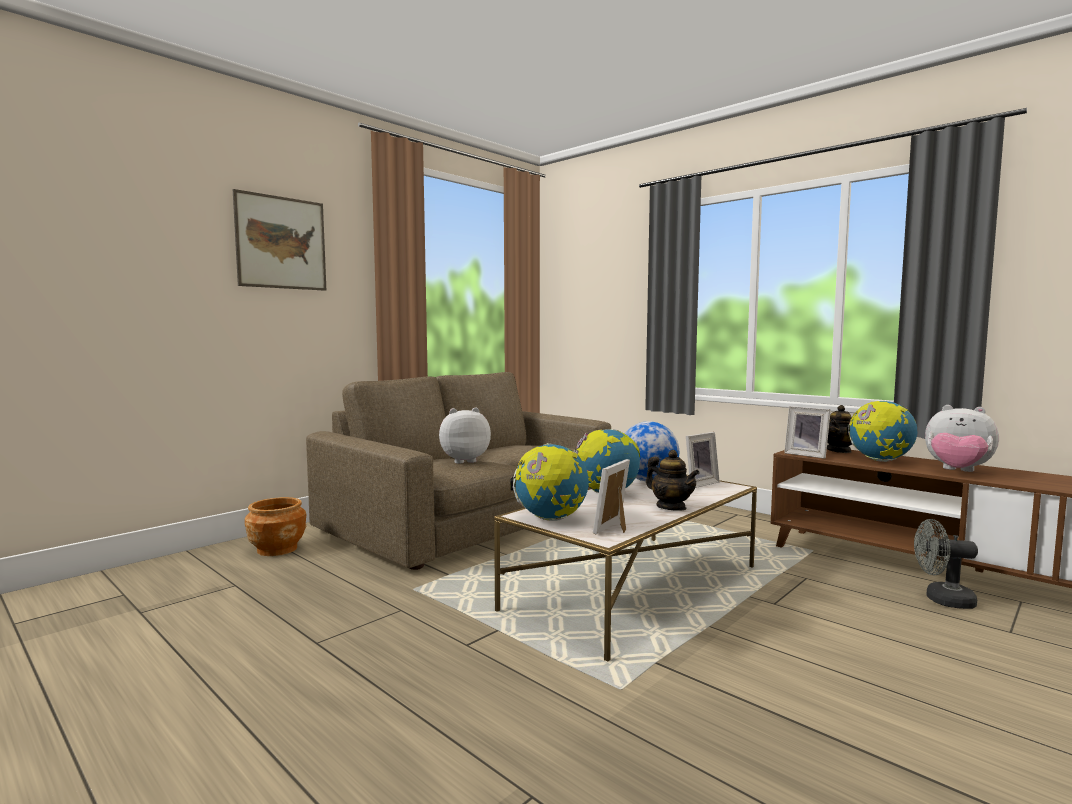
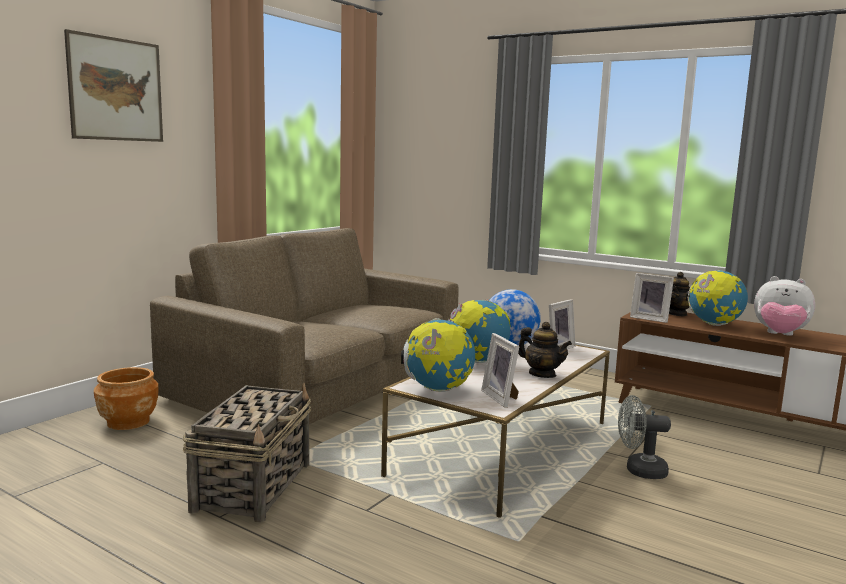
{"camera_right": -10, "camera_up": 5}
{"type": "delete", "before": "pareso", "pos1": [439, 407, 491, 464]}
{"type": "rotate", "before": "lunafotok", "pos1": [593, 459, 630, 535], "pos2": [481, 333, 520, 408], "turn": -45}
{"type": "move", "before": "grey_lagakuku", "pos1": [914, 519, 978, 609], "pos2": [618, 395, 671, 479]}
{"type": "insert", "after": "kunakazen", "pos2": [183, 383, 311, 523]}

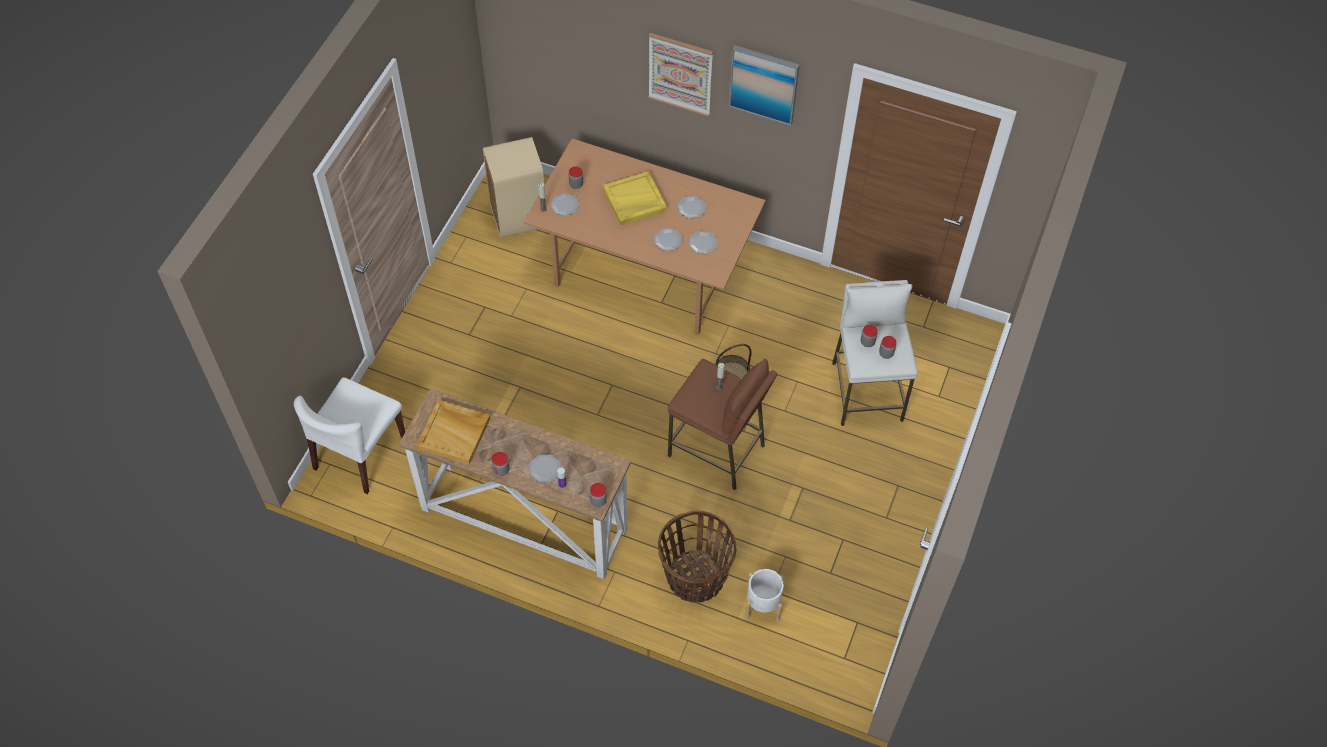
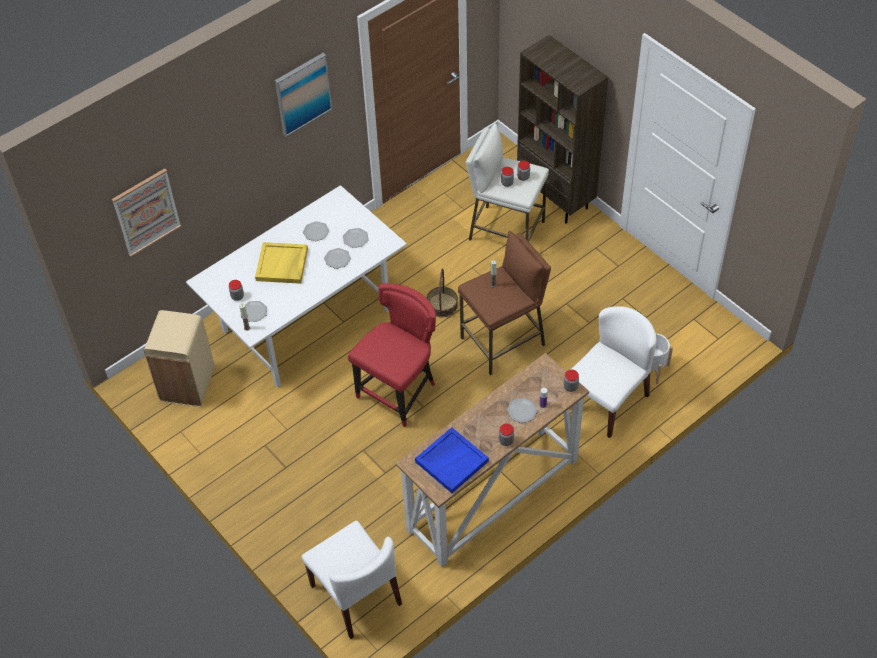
{"camera_right": -60, "camera_up": -5}
{"type": "move", "before": "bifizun", "pos1": [648, 33, 713, 117], "pos2": [112, 168, 181, 257]}
{"type": "recolor", "before": "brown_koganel", "after": "white_koganel", "pos1": [524, 139, 766, 335], "pos2": [186, 185, 407, 387]}
{"type": "recolor", "before": "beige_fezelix", "after": "blue_fezelix", "pos1": [416, 400, 490, 465], "pos2": [415, 427, 489, 493]}
{"type": "replace", "before": "kunakazen", "after": "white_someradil", "pos1": [658, 510, 736, 603], "pos2": [571, 306, 657, 438]}
{"type": "insert", "after": "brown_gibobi", "pos2": [517, 35, 608, 224]}
{"type": "insert", "after": "red_someradil", "pos2": [348, 283, 436, 427]}

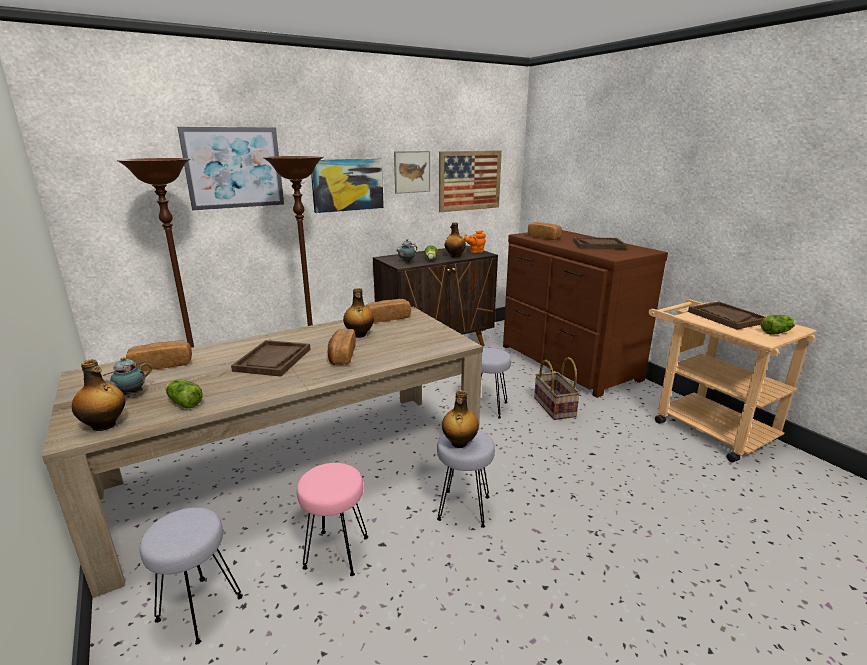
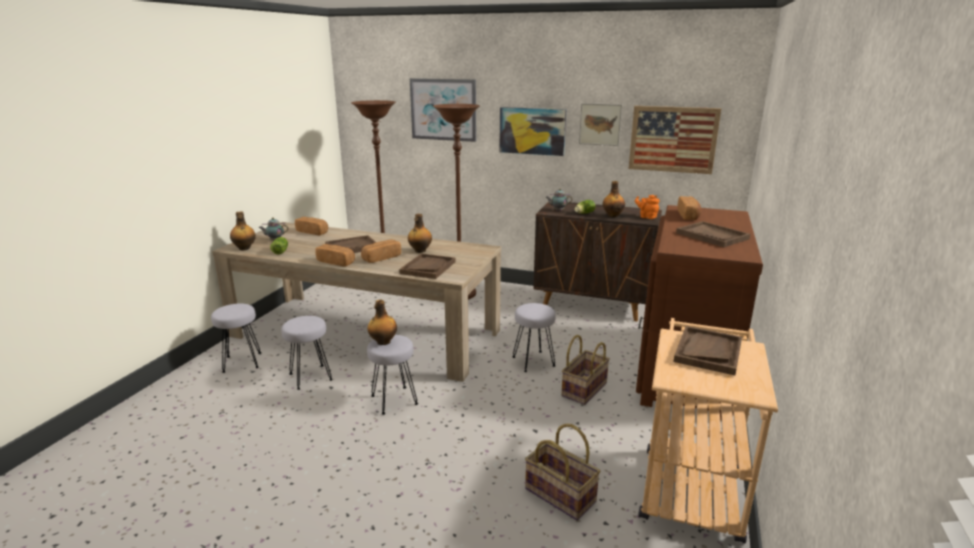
{"camera_right": 50, "camera_up": 0}
{"type": "move", "before": "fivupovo", "pos1": [366, 299, 411, 322], "pos2": [315, 244, 355, 267]}
{"type": "delete", "before": "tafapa", "pos1": [761, 315, 796, 335]}
{"type": "recolor", "before": "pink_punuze", "after": "grey_punuze", "pos1": [297, 463, 368, 576], "pos2": [281, 316, 333, 390]}
{"type": "insert", "after": "brown_fezelix", "pos2": [399, 253, 456, 279]}
{"type": "insert", "after": "kunakazen", "pos2": [525, 424, 600, 520]}

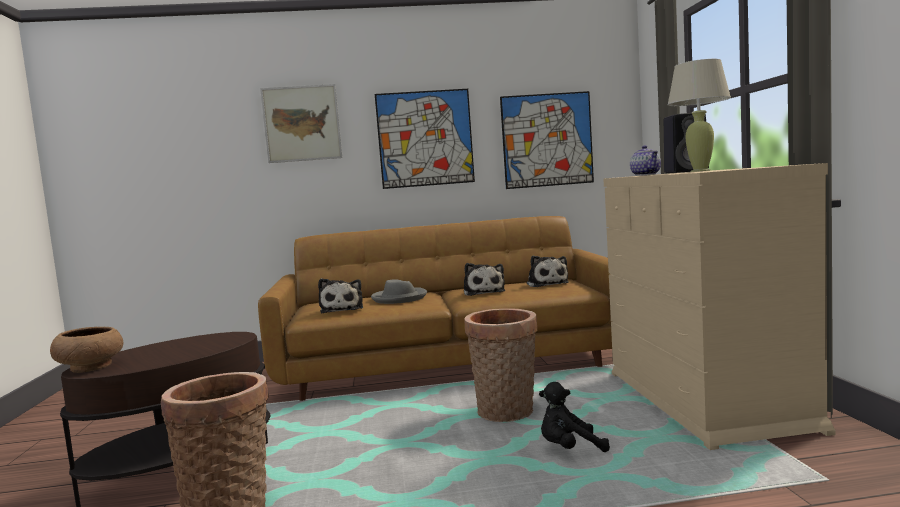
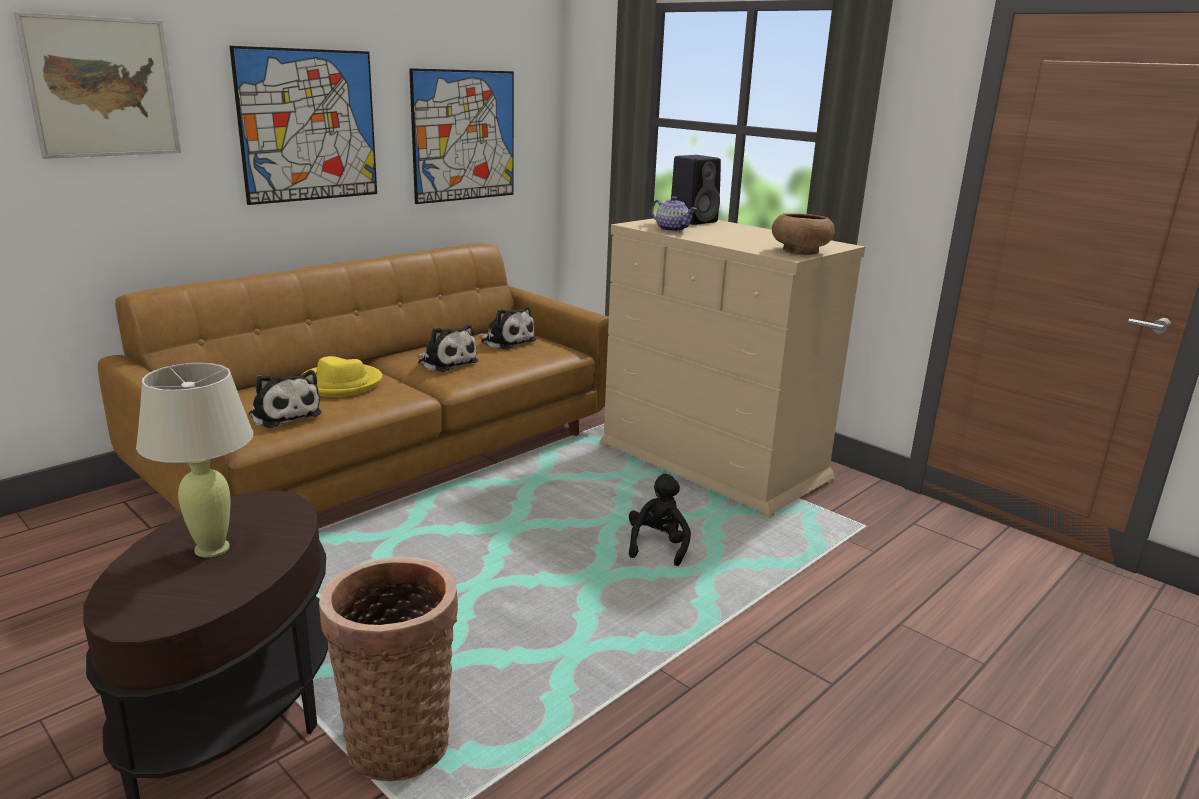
{"camera_right": -40, "camera_up": 15}
{"type": "move", "before": "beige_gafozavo", "pos1": [668, 59, 731, 172], "pos2": [136, 363, 253, 557]}
{"type": "recolor", "before": "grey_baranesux", "after": "yellow_baranesux", "pos1": [371, 279, 427, 304], "pos2": [301, 356, 382, 397]}
{"type": "delete", "before": "kunakazen", "pos1": [464, 308, 537, 422]}
{"type": "move", "before": "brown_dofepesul", "pos1": [50, 327, 123, 373], "pos2": [772, 213, 835, 255]}
{"type": "rotate", "before": "black_pareso", "pos1": [539, 382, 610, 452], "pos2": [629, 474, 691, 566], "turn": 150}

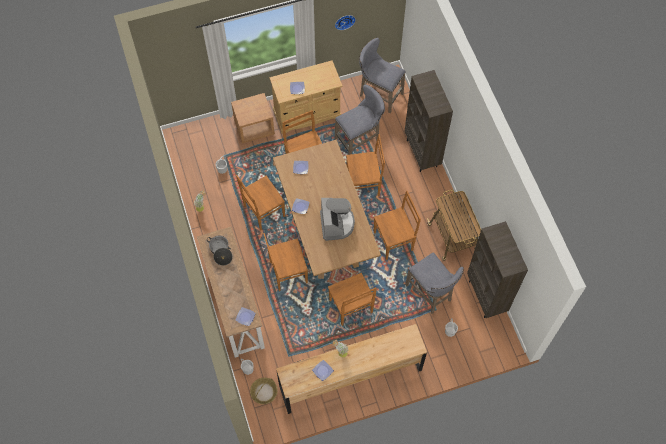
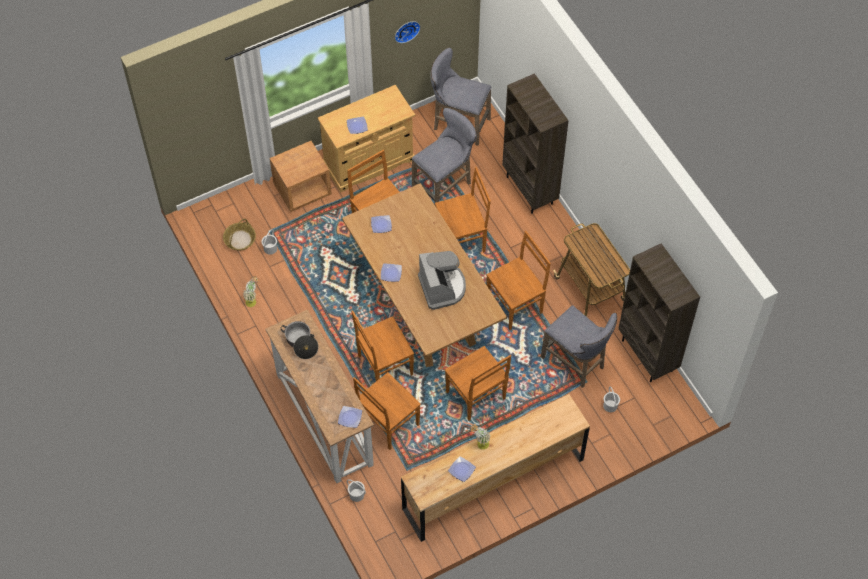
{"camera_right": -10, "camera_up": -5}
{"type": "move", "before": "brown_someradil", "pos1": [236, 175, 285, 230], "pos2": [353, 372, 421, 450]}
{"type": "move", "before": "kunakazen", "pos1": [250, 378, 278, 404], "pos2": [223, 219, 256, 251]}

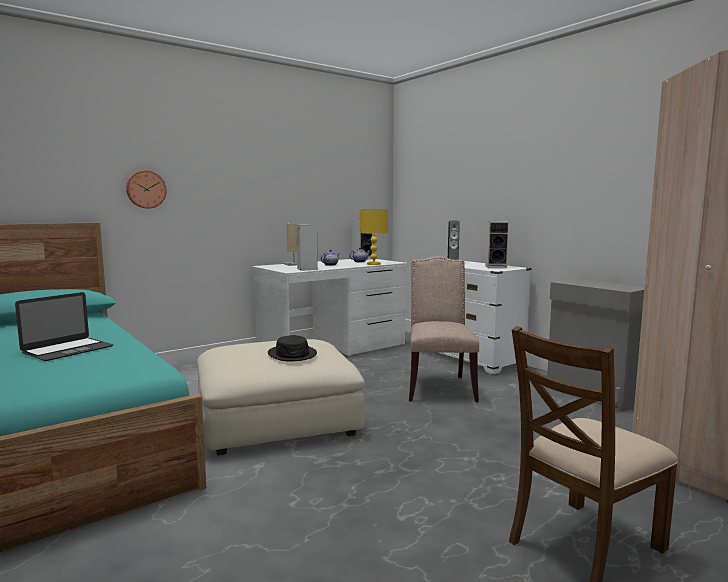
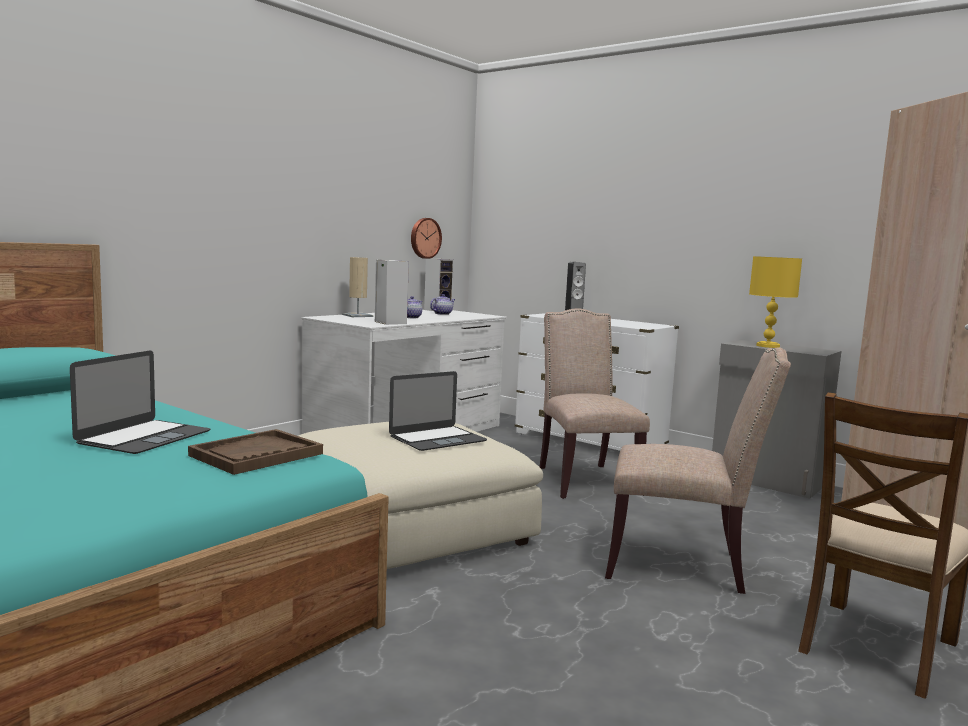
{"camera_right": -15, "camera_up": 0}
{"type": "move", "before": "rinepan", "pos1": [126, 170, 167, 208], "pos2": [411, 218, 442, 259]}
{"type": "move", "before": "yellow_gafozavo", "pos1": [360, 209, 388, 265], "pos2": [749, 256, 802, 348]}
{"type": "delete", "before": "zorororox", "pos1": [485, 221, 509, 268]}
{"type": "replace", "before": "black_baranesux", "after": "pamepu", "pos1": [268, 335, 317, 362], "pos2": [389, 371, 487, 451]}
{"type": "insert", "after": "beige_someradil", "pos2": [605, 347, 791, 594]}
{"type": "insert", "after": "brown_fezelix", "pos2": [188, 429, 323, 475]}

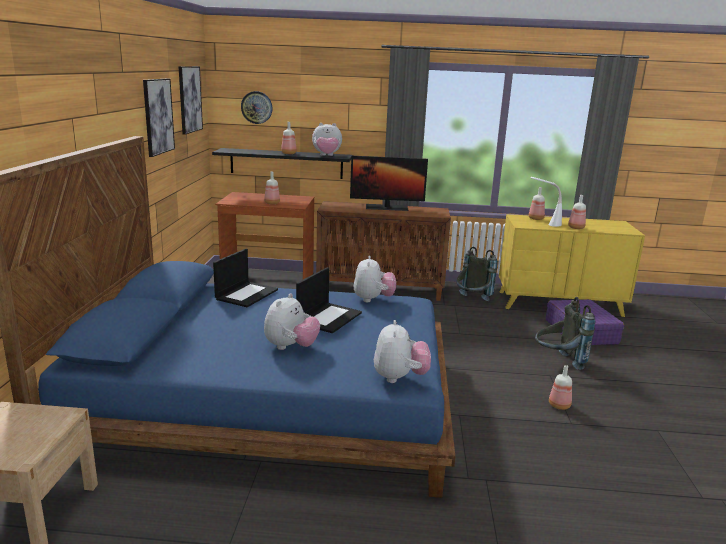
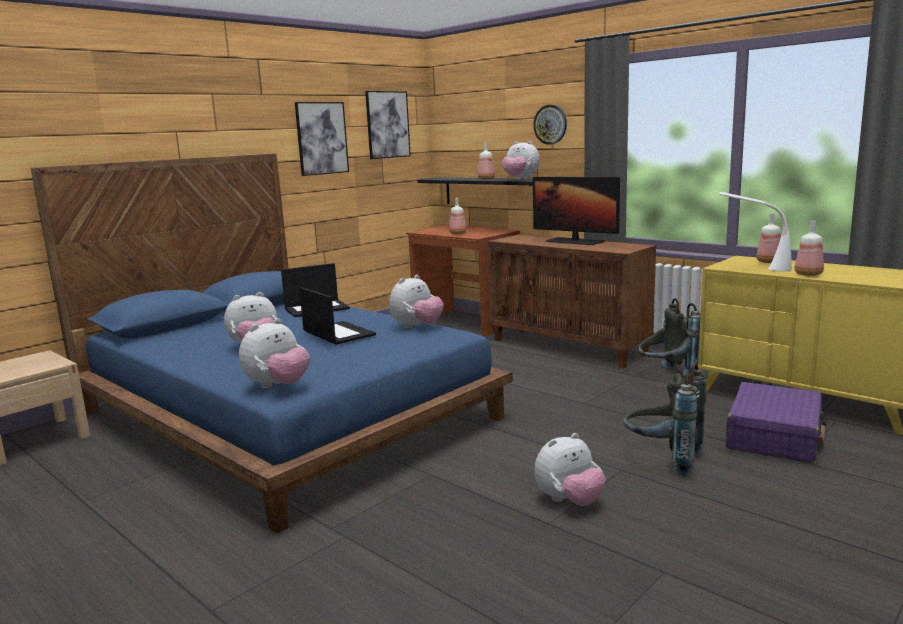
{"camera_right": 40, "camera_up": -5}
{"type": "move", "before": "rinepan", "pos1": [241, 91, 273, 124], "pos2": [533, 105, 567, 145]}
{"type": "rotate", "before": "pamepu", "pos1": [296, 267, 362, 333], "pos2": [299, 287, 376, 345], "turn": -105}
{"type": "replace", "before": "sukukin", "after": "pareso", "pos1": [549, 365, 572, 410], "pos2": [534, 433, 606, 506]}

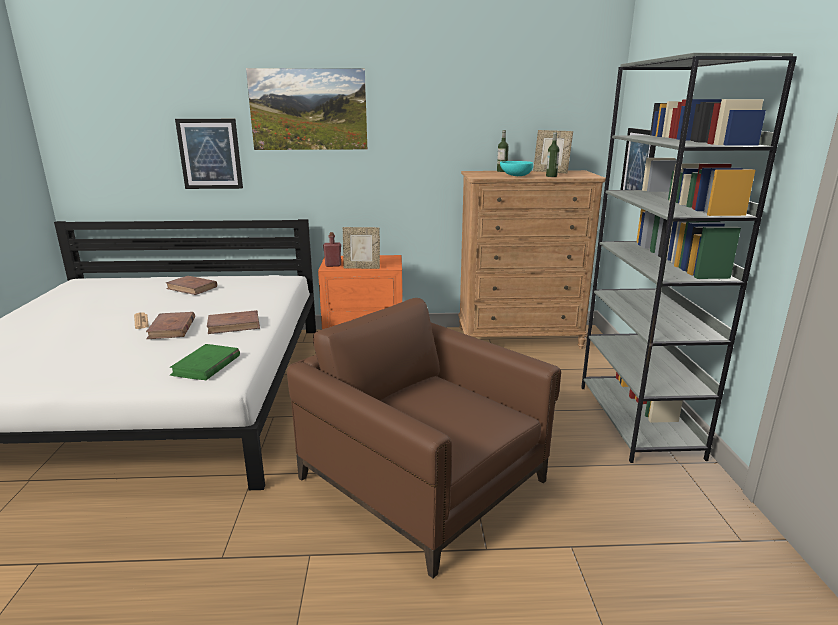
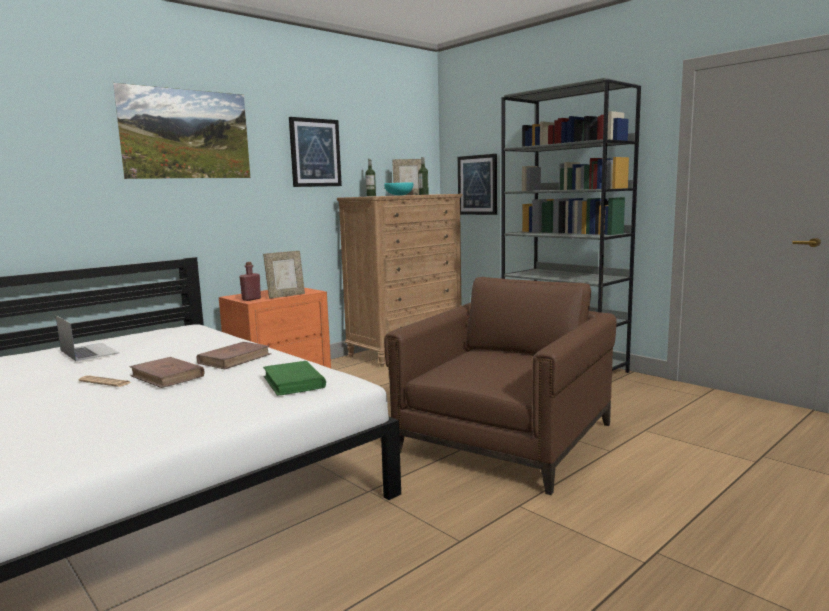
{"camera_right": -40, "camera_up": -10}
{"type": "move", "before": "bifizun", "pos1": [175, 119, 243, 189], "pos2": [289, 117, 342, 187]}
{"type": "replace", "before": "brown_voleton", "after": "pamepu", "pos1": [166, 276, 217, 295], "pos2": [56, 315, 119, 361]}
{"type": "rotate", "before": "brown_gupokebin", "pos1": [287, 298, 561, 578], "pos2": [384, 277, 616, 495], "turn": 120}

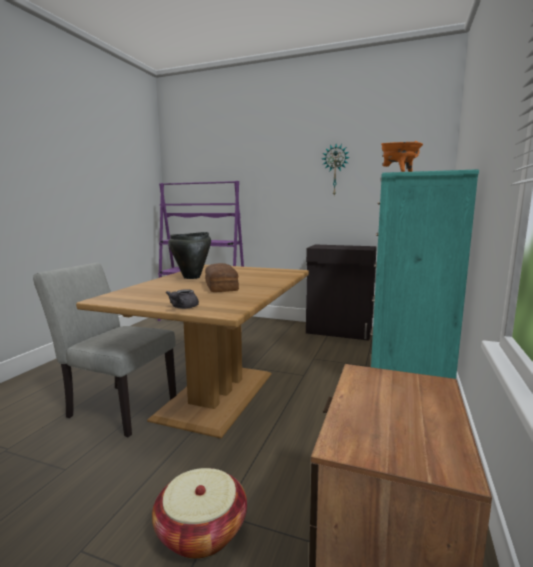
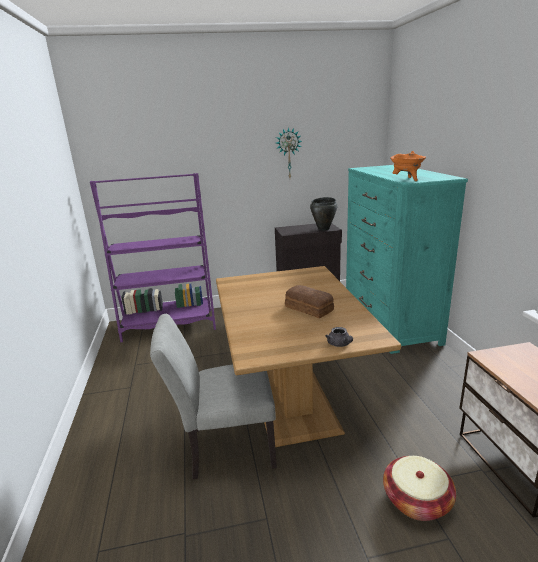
{"camera_right": -30, "camera_up": 10}
{"type": "move", "before": "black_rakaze", "pos1": [168, 232, 211, 279], "pos2": [310, 197, 338, 231]}

